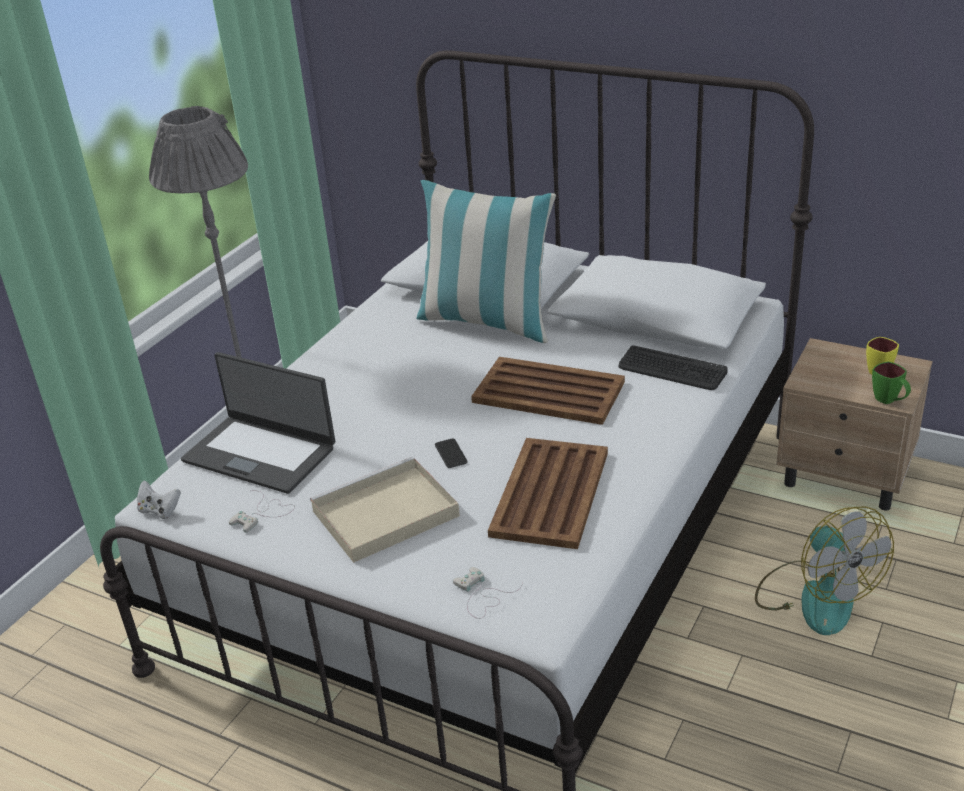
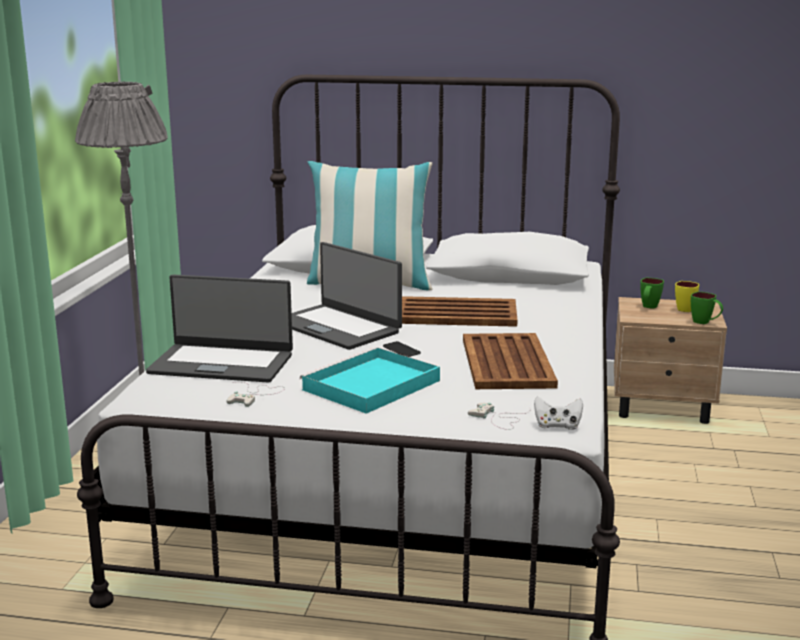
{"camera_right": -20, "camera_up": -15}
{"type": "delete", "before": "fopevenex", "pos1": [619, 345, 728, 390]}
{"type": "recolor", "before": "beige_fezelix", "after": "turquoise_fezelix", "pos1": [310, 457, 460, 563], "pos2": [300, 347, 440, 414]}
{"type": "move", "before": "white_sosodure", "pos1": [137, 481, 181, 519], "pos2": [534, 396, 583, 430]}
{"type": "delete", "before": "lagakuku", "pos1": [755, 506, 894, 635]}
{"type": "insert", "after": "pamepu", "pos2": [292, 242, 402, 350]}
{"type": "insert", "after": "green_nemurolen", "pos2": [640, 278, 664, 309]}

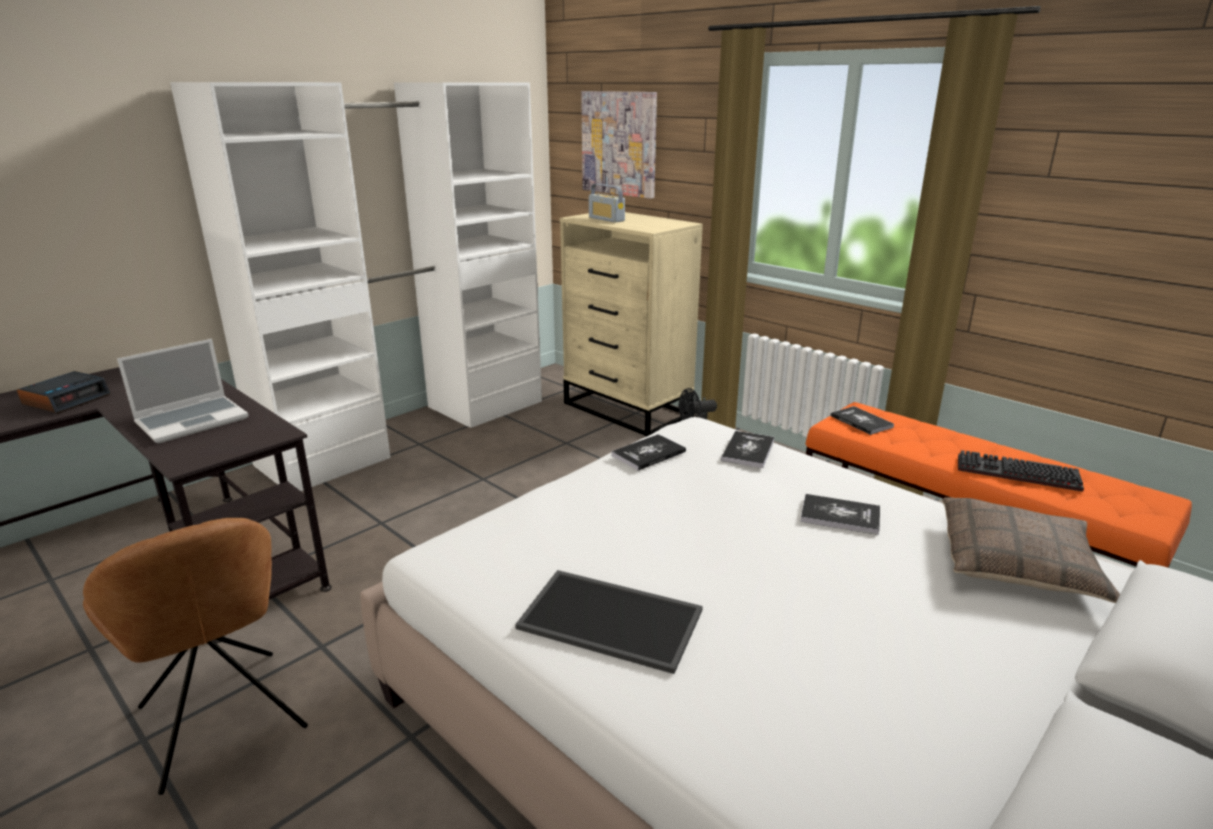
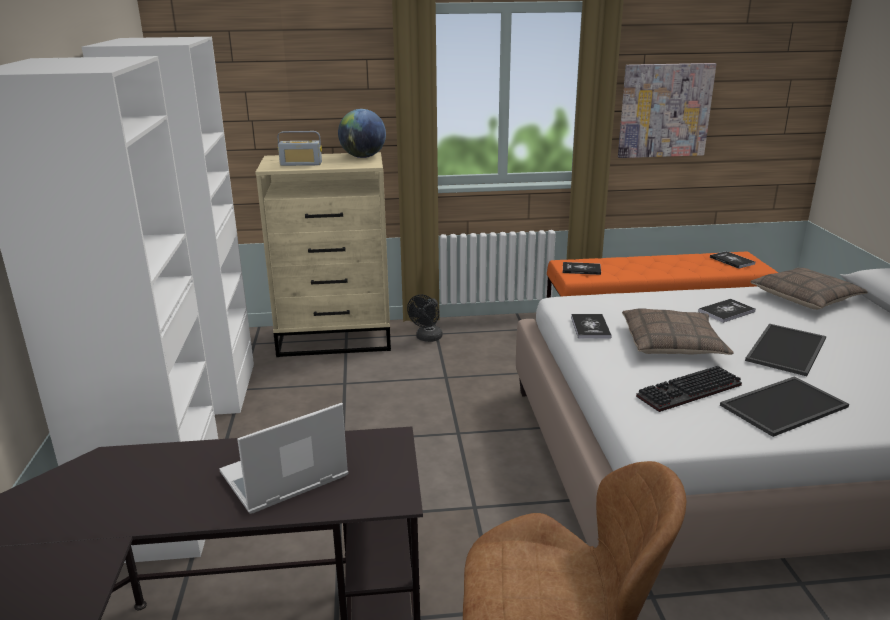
{"camera_right": -50, "camera_up": 0}
{"type": "move", "before": "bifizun", "pos1": [581, 91, 657, 199], "pos2": [618, 63, 716, 158]}
{"type": "rotate", "before": "pamepu", "pos1": [117, 339, 249, 443], "pos2": [219, 403, 348, 514], "turn": -120}
{"type": "delete", "before": "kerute", "pos1": [17, 371, 111, 414]}
{"type": "move", "before": "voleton", "pos1": [721, 431, 774, 468], "pos2": [710, 251, 755, 269]}
{"type": "move", "before": "fopevenex", "pos1": [958, 450, 1084, 492], "pos2": [636, 366, 742, 412]}
{"type": "insert", "after": "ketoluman", "pos2": [338, 109, 386, 158]}
{"type": "insert", "after": "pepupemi", "pos2": [622, 308, 734, 355]}
{"type": "insert", "after": "fezelix", "pos2": [745, 324, 826, 376]}

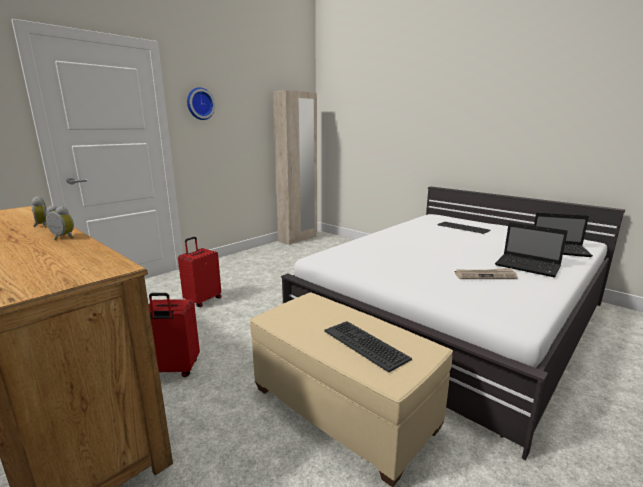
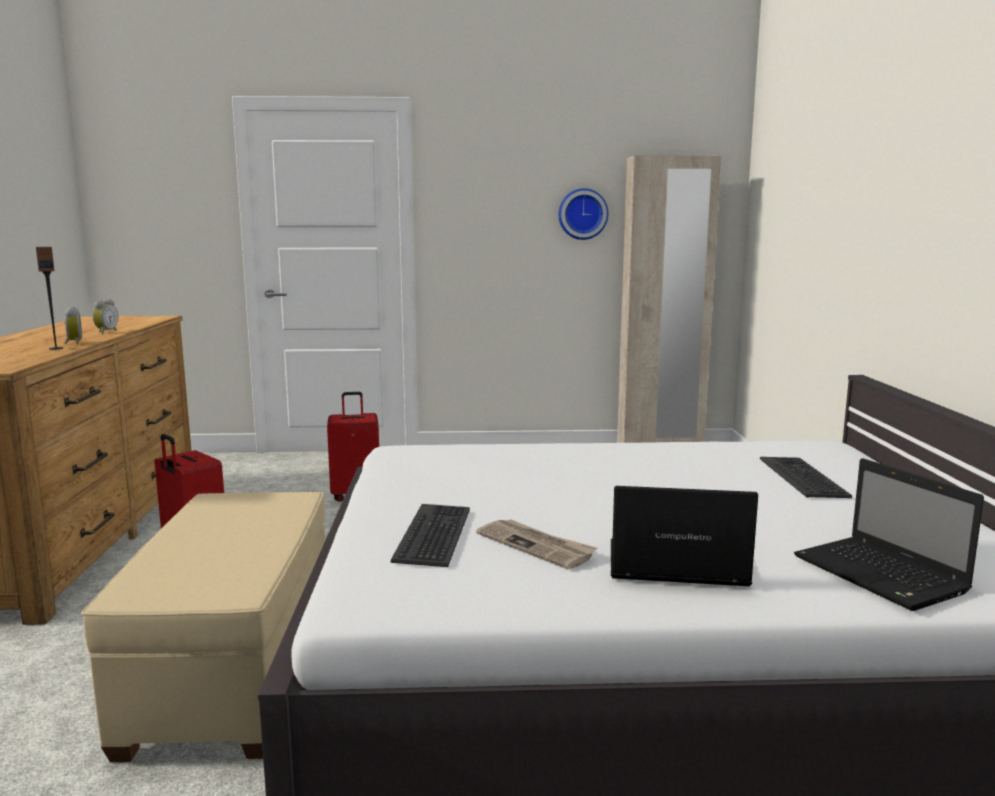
{"camera_right": 45, "camera_up": -5}
{"type": "move", "before": "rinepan", "pos1": [187, 87, 215, 120], "pos2": [559, 188, 608, 240]}
{"type": "rotate", "before": "pamepu", "pos1": [495, 222, 568, 278], "pos2": [611, 486, 758, 586], "turn": 105}
{"type": "move", "before": "fopevenex", "pos1": [324, 321, 412, 372], "pos2": [391, 504, 470, 567]}
{"type": "insert", "after": "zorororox", "pos2": [36, 247, 63, 350]}

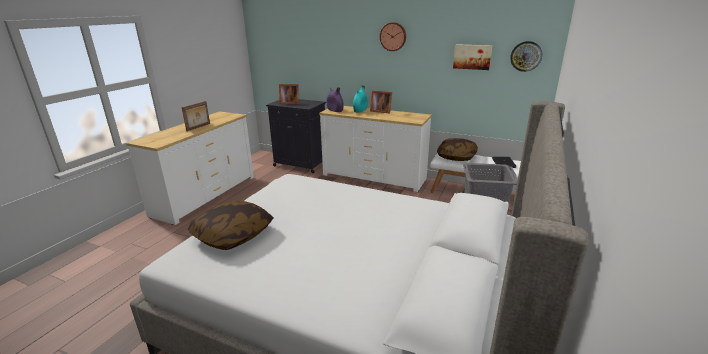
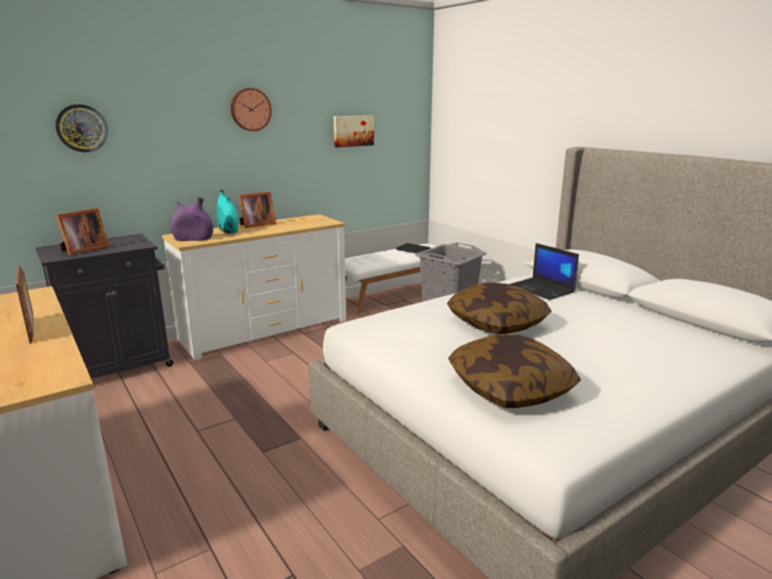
{"camera_right": -60, "camera_up": -5}
{"type": "move", "before": "rinepan", "pos1": [510, 41, 542, 72], "pos2": [55, 104, 108, 152]}
{"type": "move", "before": "pepupemi", "pos1": [437, 138, 478, 161], "pos2": [447, 283, 551, 334]}
{"type": "insert", "after": "pamepu", "pos2": [510, 243, 579, 300]}

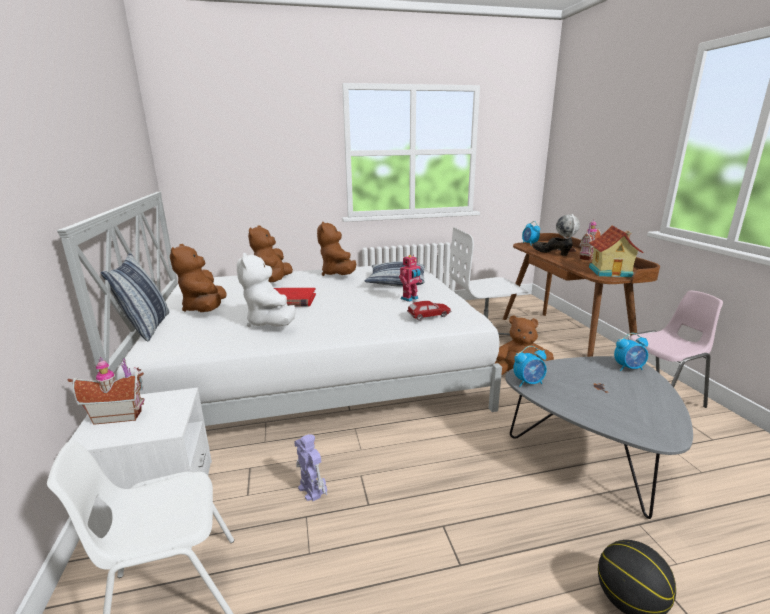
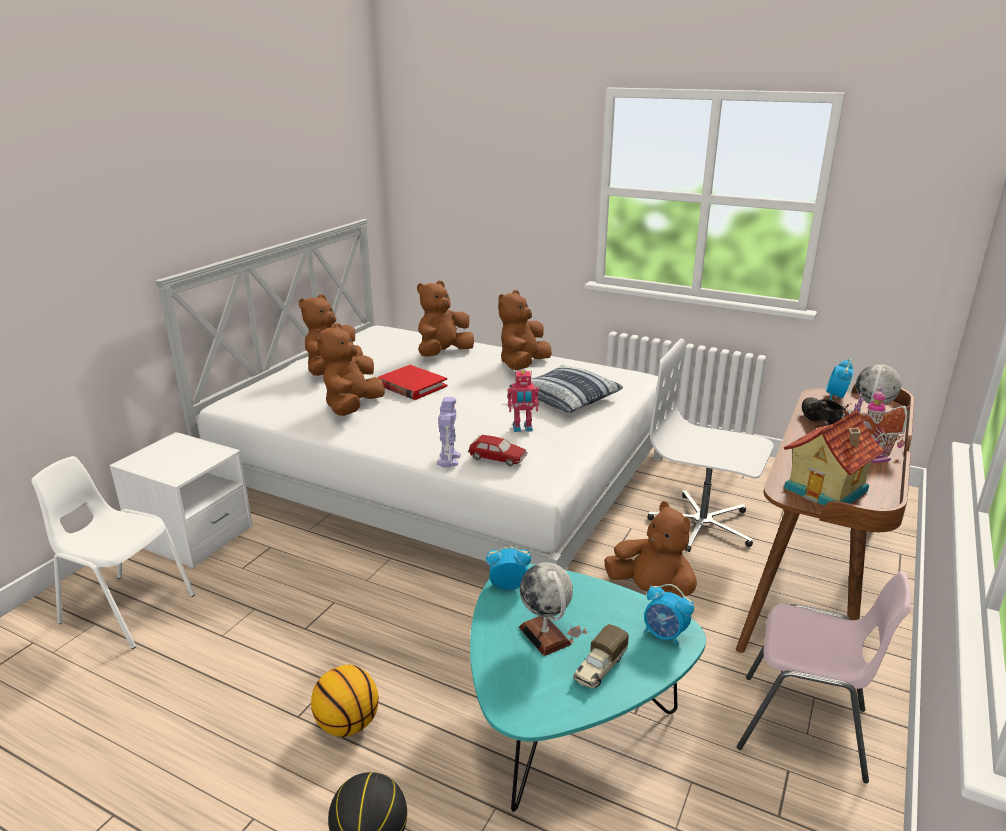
{"camera_right": 40, "camera_up": 5}
{"type": "delete", "before": "pepupemi", "pos1": [101, 253, 169, 341]}
{"type": "recolor", "before": "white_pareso", "after": "brown_pareso", "pos1": [237, 253, 296, 327], "pos2": [316, 323, 385, 416]}
{"type": "rotate", "before": "kerute", "pos1": [513, 346, 547, 387], "pos2": [486, 546, 531, 590], "turn": 150}
{"type": "recolor", "before": "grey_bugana", "after": "turquoise_bugana", "pos1": [505, 356, 693, 519], "pos2": [470, 564, 706, 812]}
{"type": "delete", "before": "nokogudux", "pos1": [68, 357, 145, 425]}
{"type": "move", "before": "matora", "pos1": [294, 434, 327, 501], "pos2": [437, 397, 461, 468]}
{"type": "insert", "after": "ketoluman", "pos2": [519, 562, 573, 656]}
{"type": "insert", "after": "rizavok", "pos2": [573, 624, 629, 688]}
{"type": "insert", "after": "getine", "pos2": [311, 665, 379, 737]}

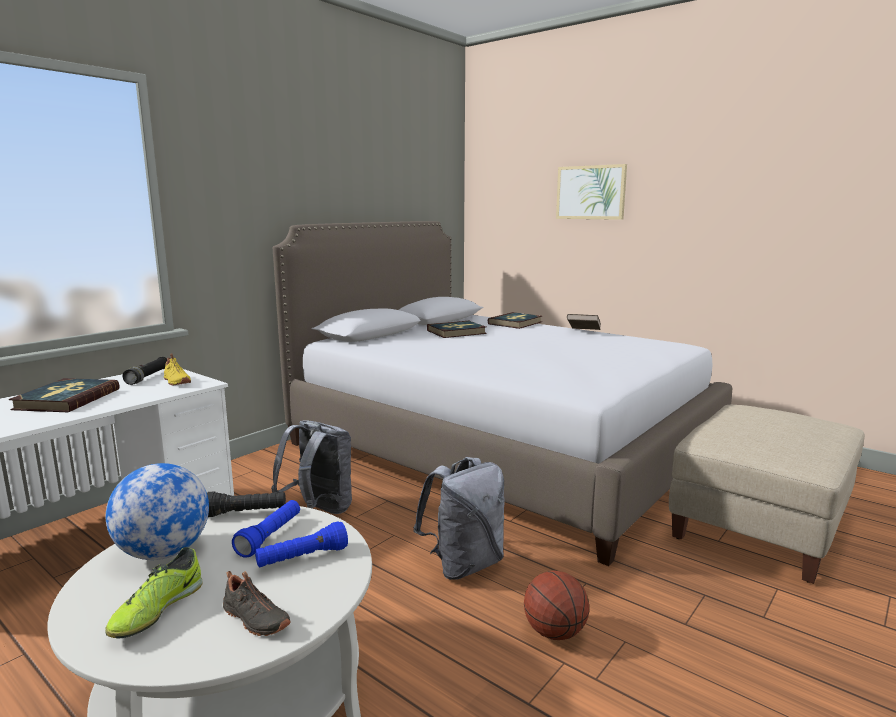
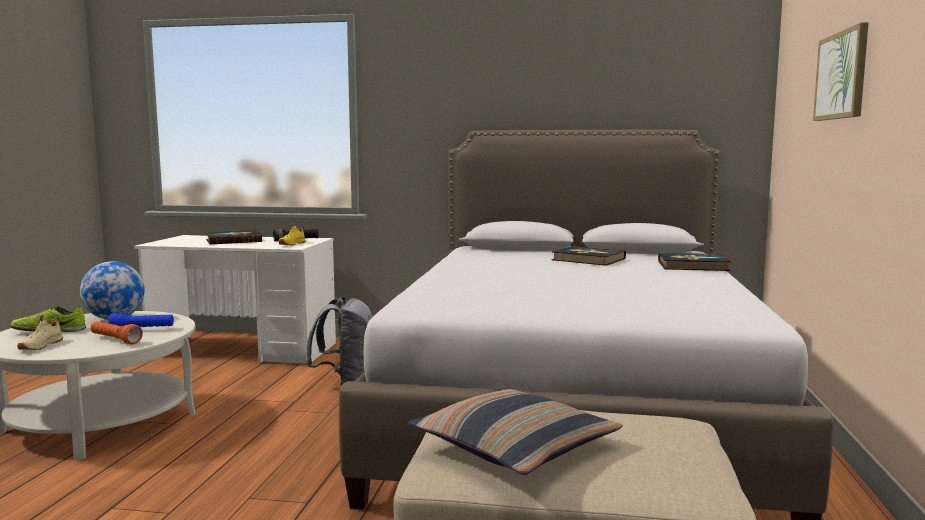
{"camera_right": 60, "camera_up": -5}
{"type": "delete", "before": "brown_voleton", "pos1": [567, 314, 601, 330]}
{"type": "delete", "before": "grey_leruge", "pos1": [413, 457, 504, 580]}
{"type": "delete", "before": "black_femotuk", "pos1": [207, 491, 286, 517]}
{"type": "recolor", "before": "blue_femotuk", "after": "orange_femotuk", "pos1": [255, 521, 348, 567], "pos2": [91, 321, 143, 345]}
{"type": "delete", "before": "getine", "pos1": [524, 570, 589, 640]}
{"type": "recolor", "before": "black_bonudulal", "after": "beige_bonudulal", "pos1": [223, 571, 291, 636], "pos2": [17, 315, 63, 350]}
{"type": "insert", "after": "pepupemi", "pos2": [408, 388, 623, 475]}

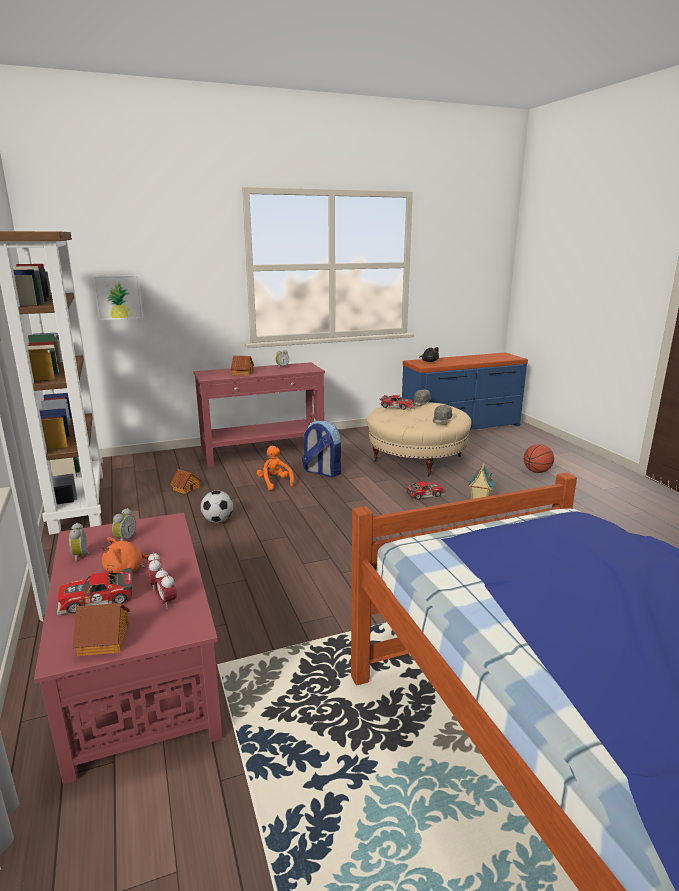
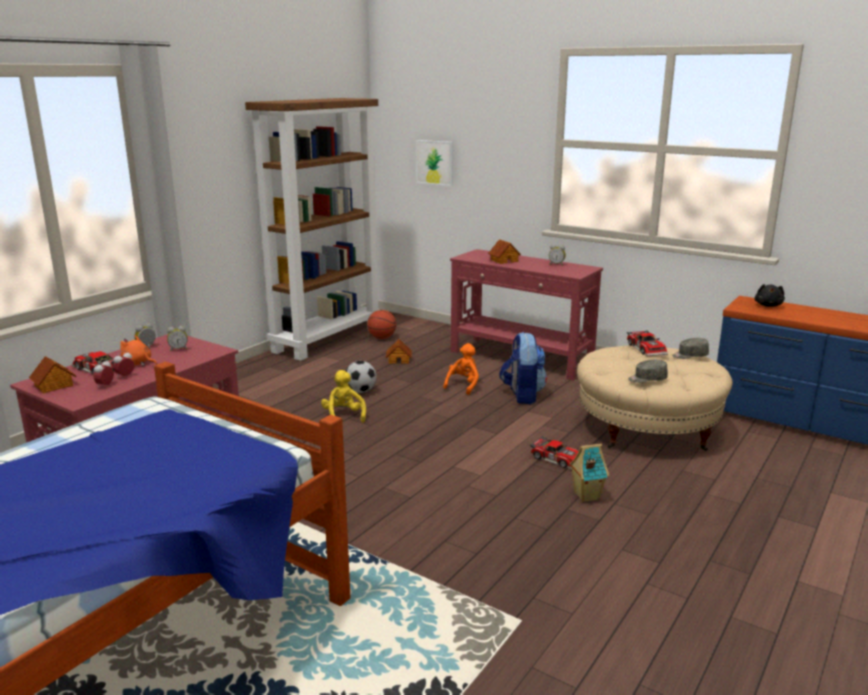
{"camera_right": 55, "camera_up": 0}
{"type": "move", "before": "getine", "pos1": [524, 444, 554, 473], "pos2": [367, 310, 396, 339]}
{"type": "insert", "after": "yellow_pareso", "pos2": [321, 370, 366, 423]}

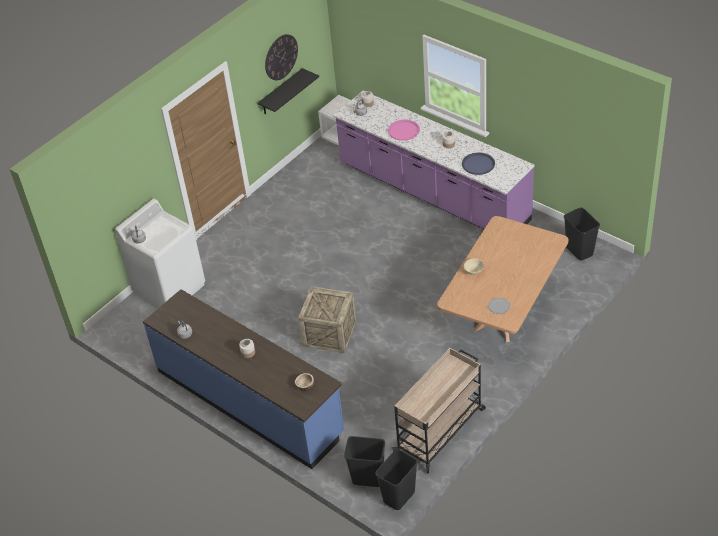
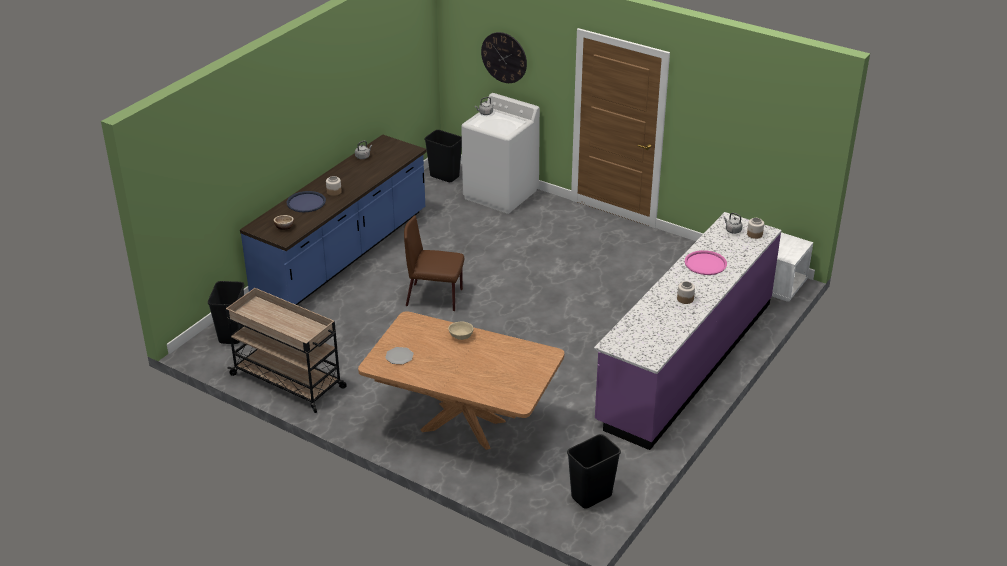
{"camera_right": 80, "camera_up": -10}
{"type": "move", "before": "rinepan", "pos1": [265, 34, 298, 80], "pos2": [481, 32, 527, 83]}
{"type": "delete", "before": "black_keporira", "pos1": [258, 68, 319, 114]}
{"type": "move", "before": "blue_fezelix", "pos1": [462, 153, 495, 175], "pos2": [287, 191, 326, 212]}
{"type": "replace", "before": "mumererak", "after": "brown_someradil", "pos1": [298, 286, 356, 354], "pos2": [404, 215, 465, 311]}
{"type": "move", "before": "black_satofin", "pos1": [375, 449, 418, 510], "pos2": [424, 130, 462, 182]}

